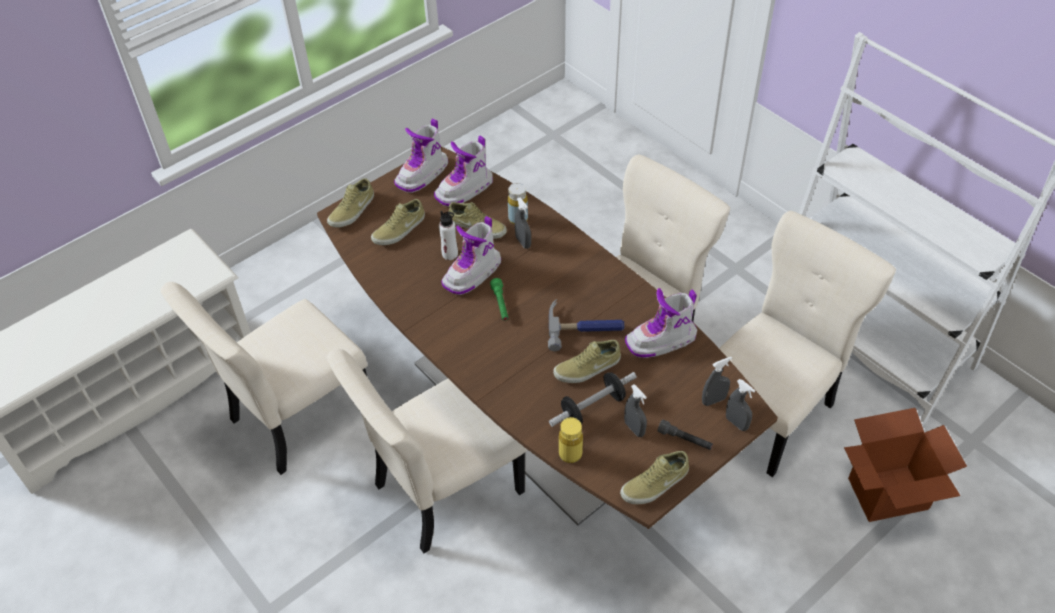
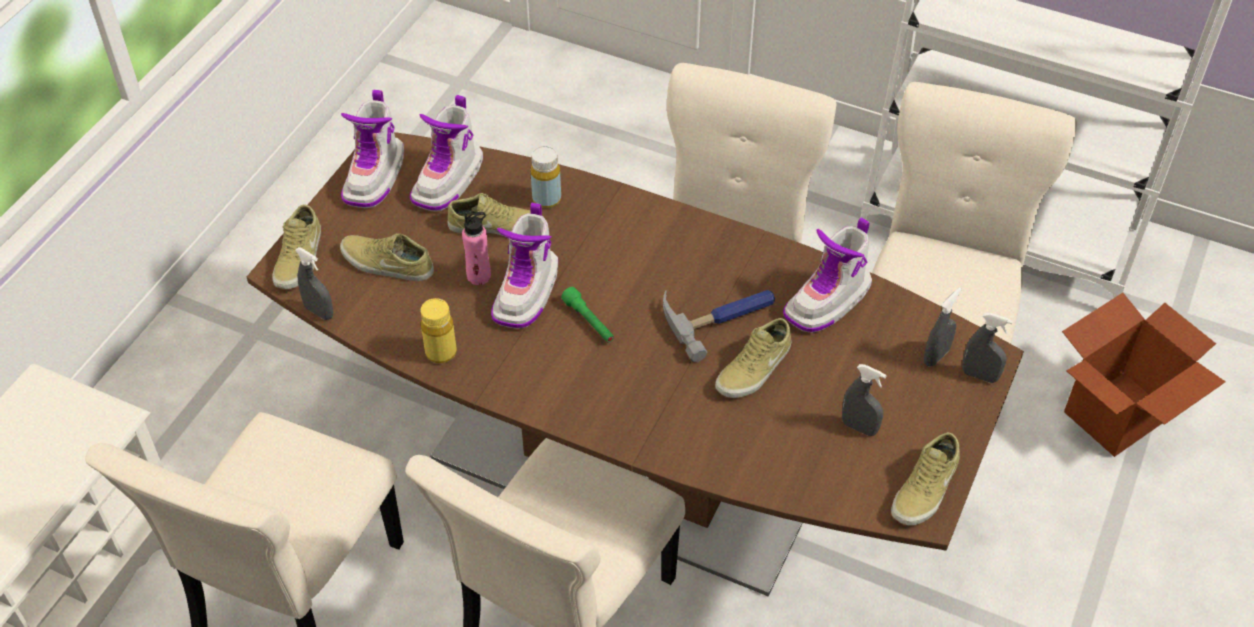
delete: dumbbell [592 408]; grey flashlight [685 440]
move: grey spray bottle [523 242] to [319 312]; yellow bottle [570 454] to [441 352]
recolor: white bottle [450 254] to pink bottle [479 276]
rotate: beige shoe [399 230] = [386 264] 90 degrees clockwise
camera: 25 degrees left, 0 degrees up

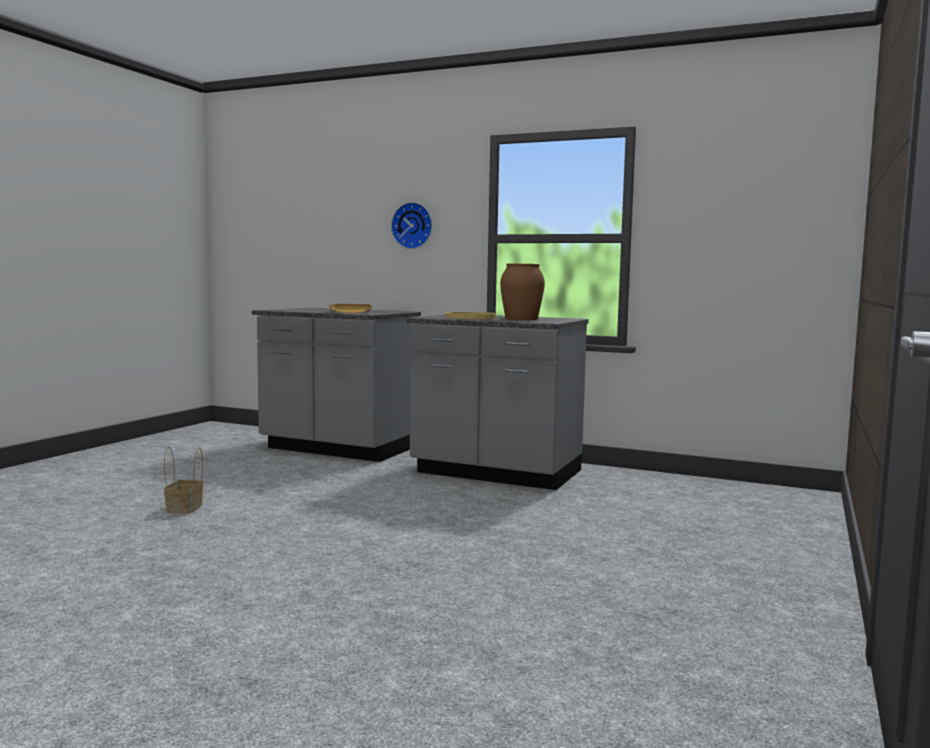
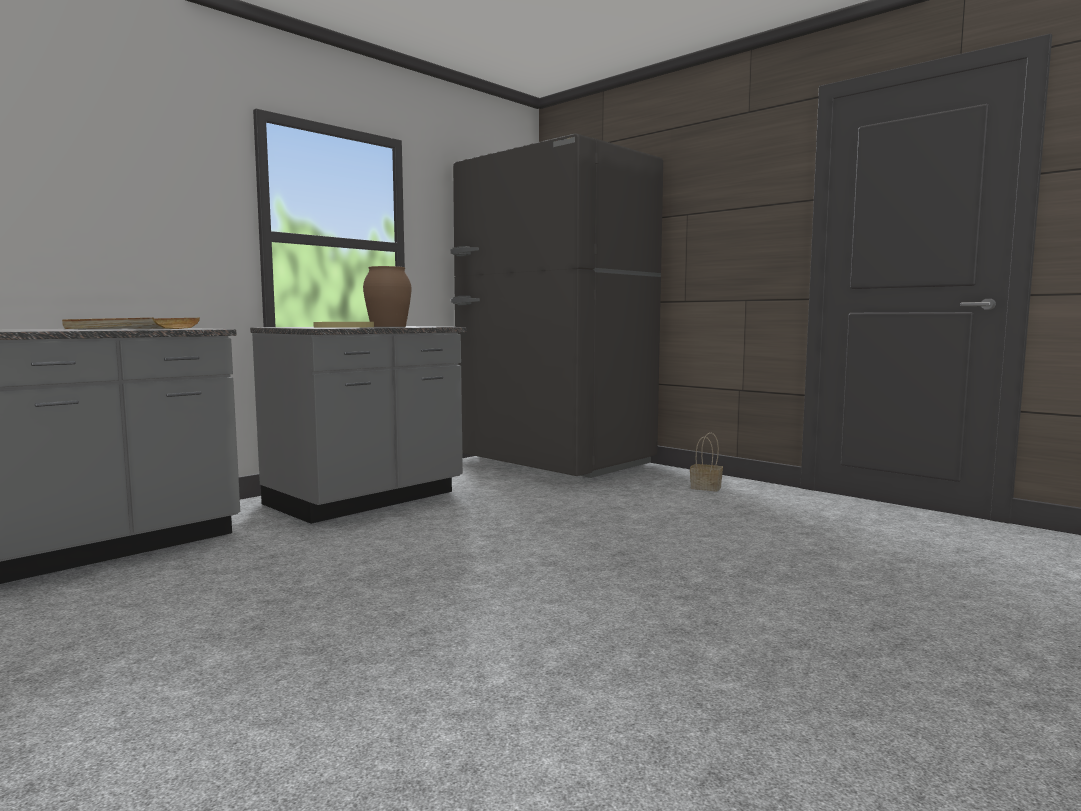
delete: wall clock [413 225]
insert: grey fridge [554 462]
move: basket [184 509] to [707 487]
camera: 70 degrees left, 0 degrees up

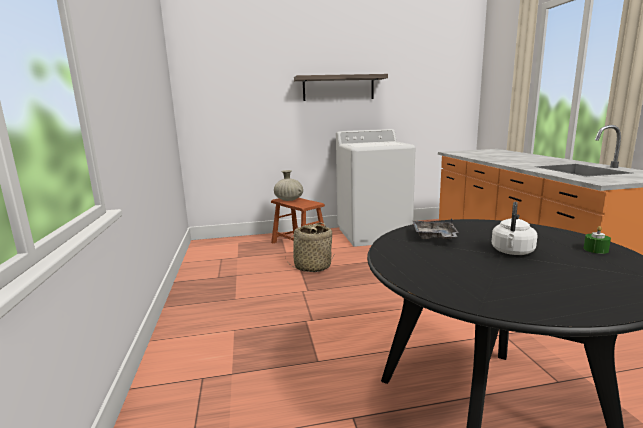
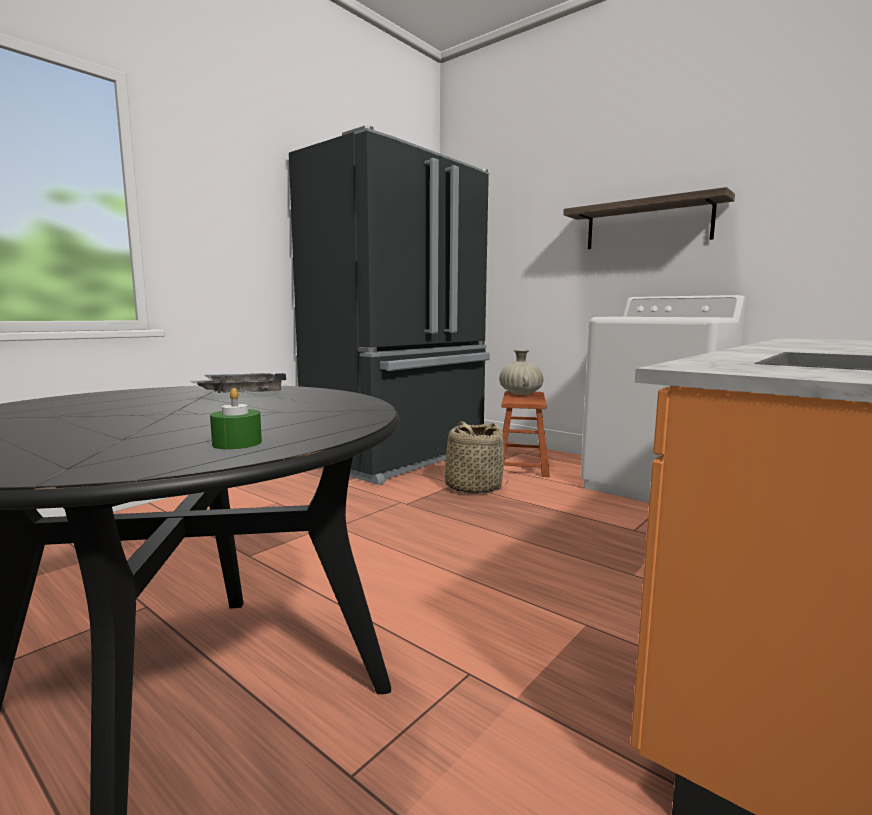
delete: white kettle [512 252]
insert: black fridge [401 457]
camera: 50 degrees right, 5 degrees down

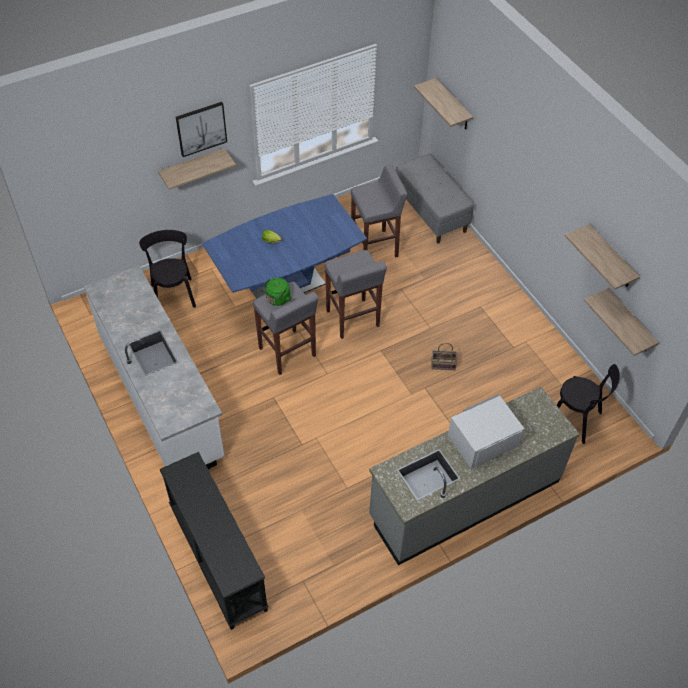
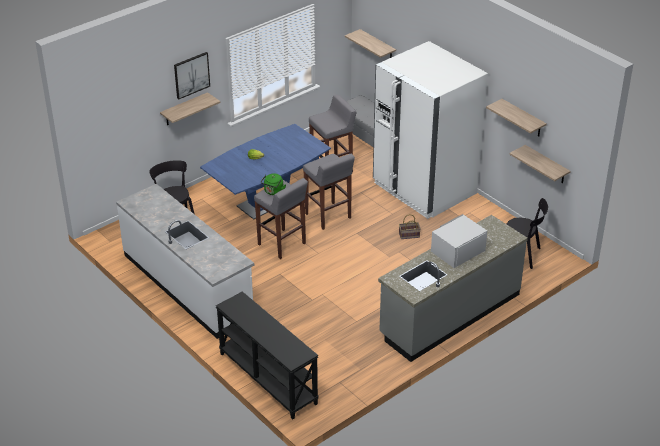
insert: white fridge [424 188]
camera: 10 degrees left, 15 degrees down

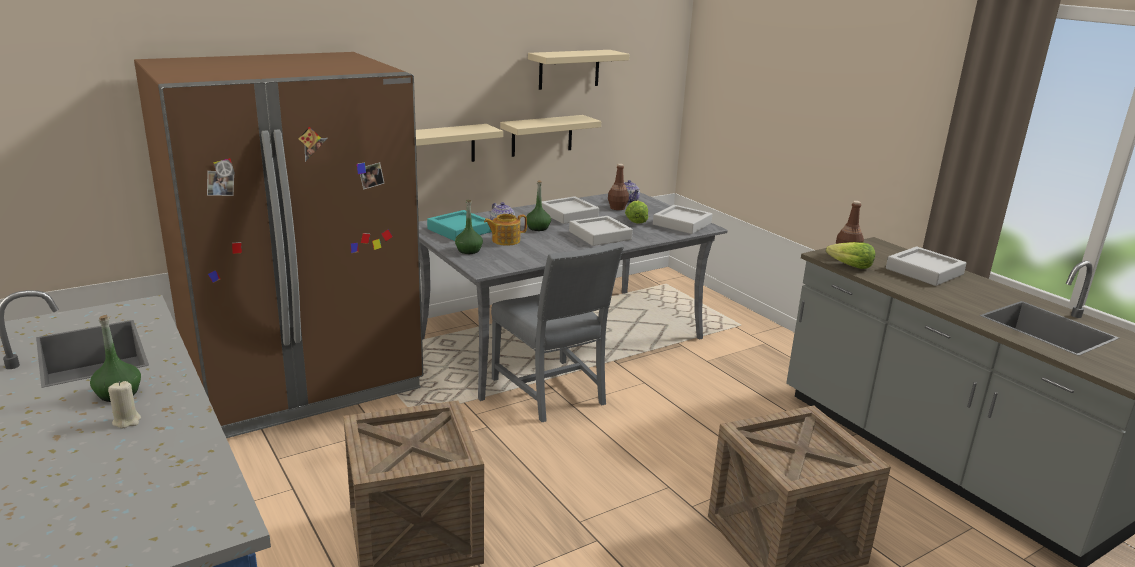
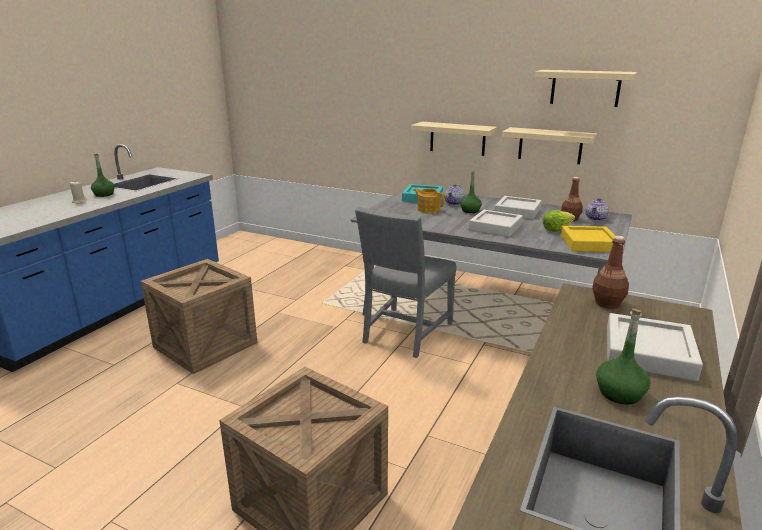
delete: brown fridge [303 382]; lettuce [850 266]
move: green bottle [468 250] to [619 393]
recolor: grey tray [682 224] to yellow tray [588 243]
camera: 60 degrees right, 0 degrees up

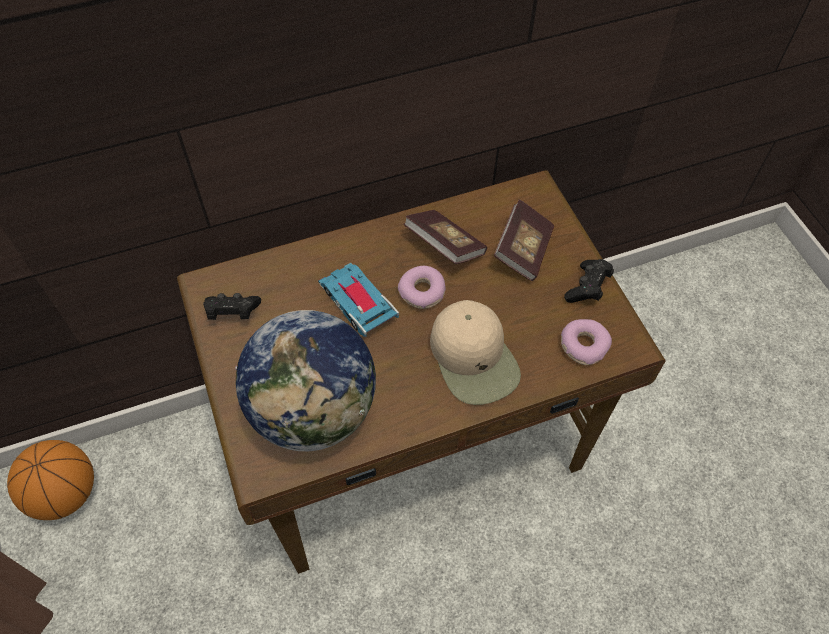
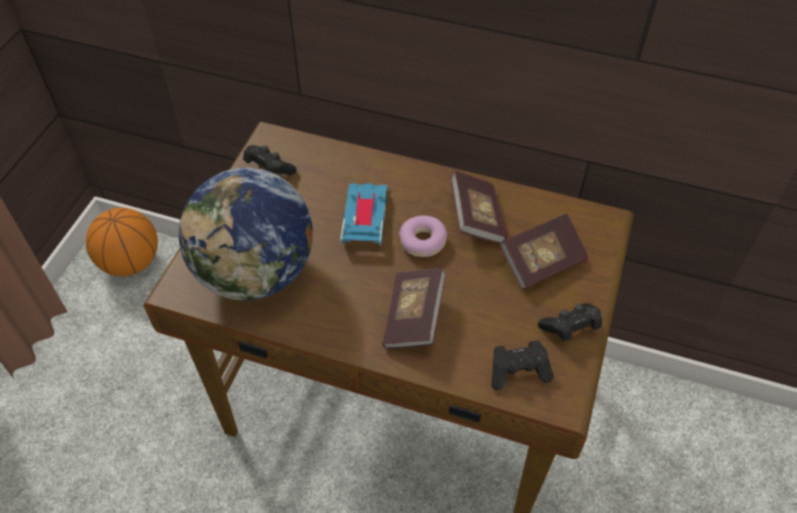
replace: beige cap [474 358] to book [413 318]; donut [583 345] to black game controller [518 371]
camera: 40 degrees right, 5 degrees down

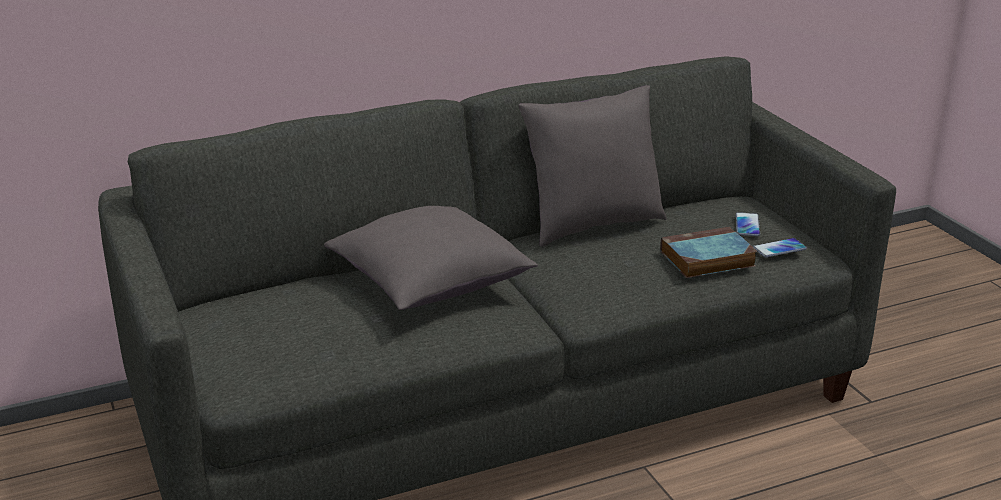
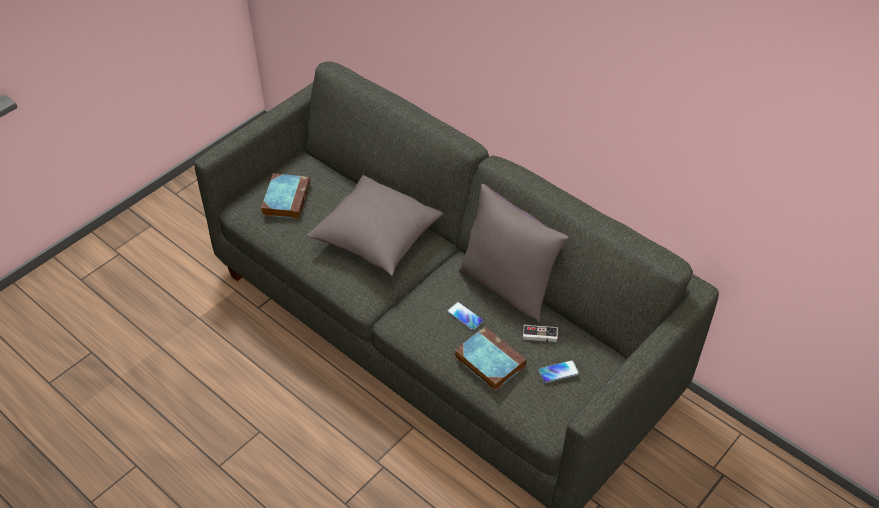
insert: book [286 198]; game controller [540 337]
move: phone [779 249] to [465 316]
camera: 65 degrees right, 20 degrees up

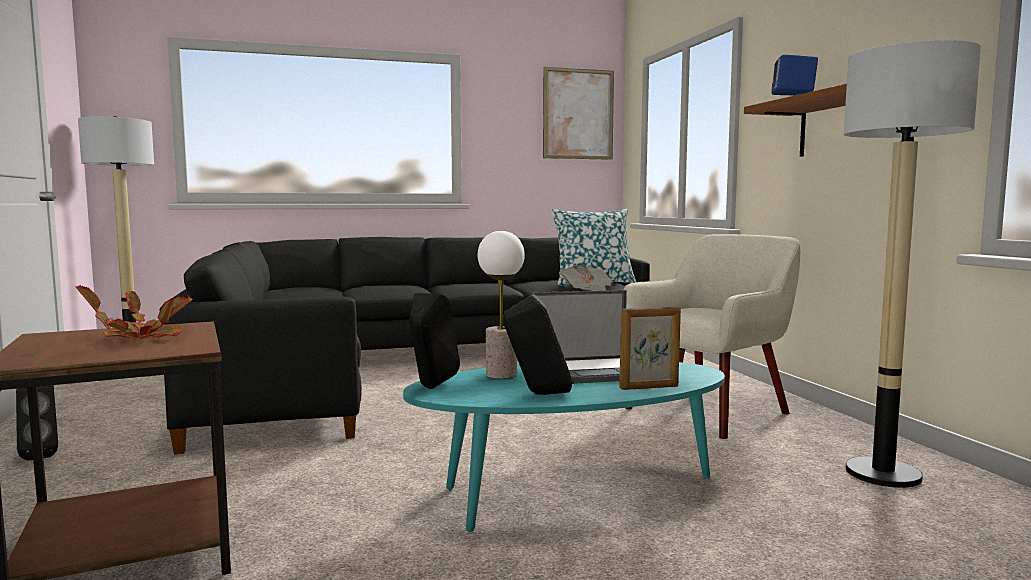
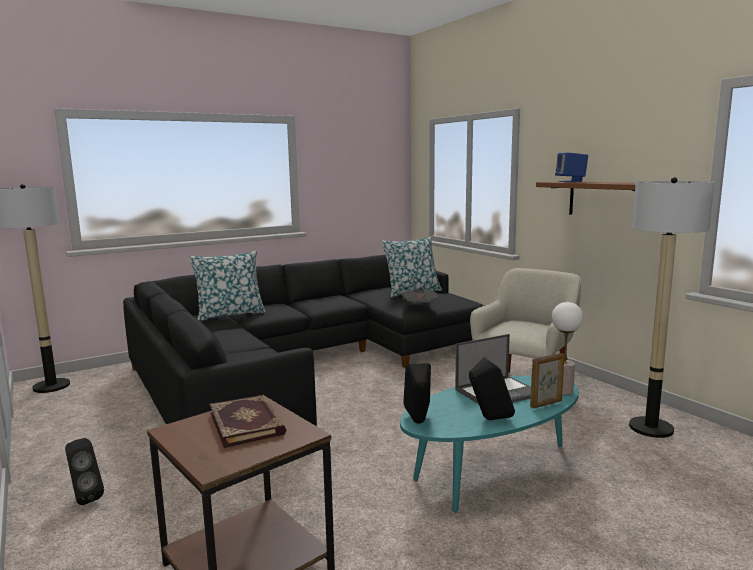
delete: picture [578 114]
insert: pillow [230 314]
move: table lamp [501 375] to [563 391]
replace: potted plant [143 337] to book [248 423]
camera: 15 degrees left, 5 degrees up

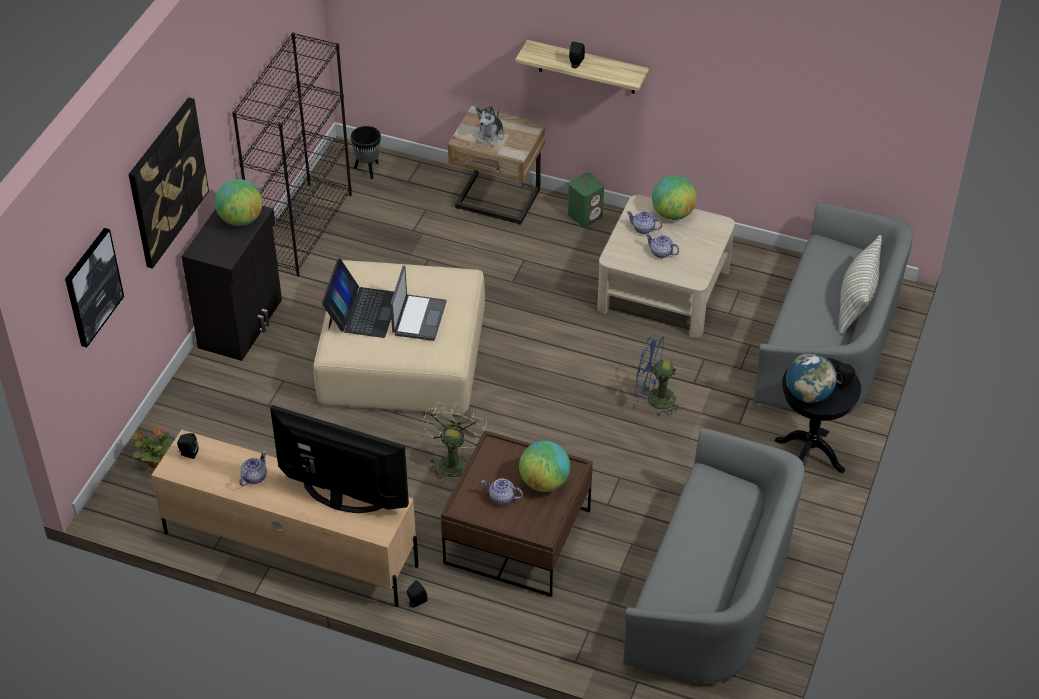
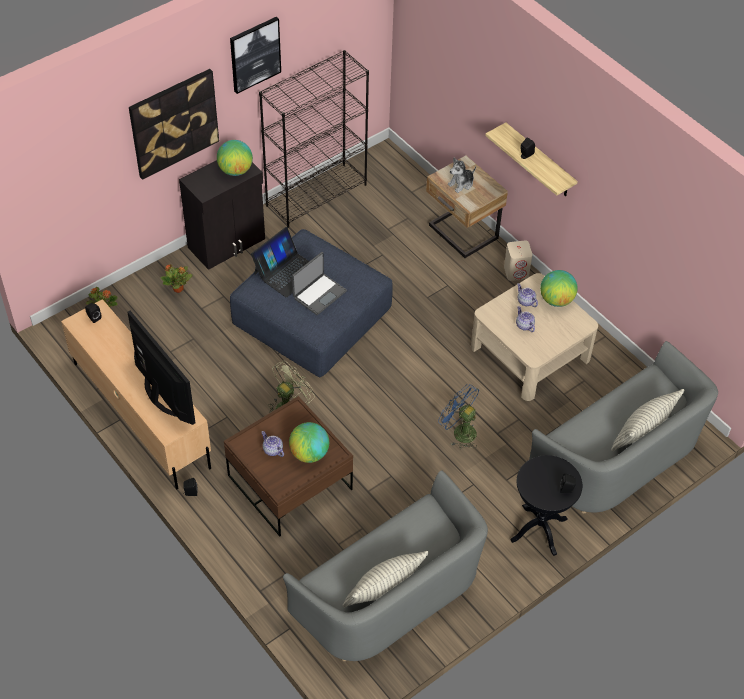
delete: teapot [254 476]; black planter [368 170]; globe [808 394]
insert: potted plant [178 289]; pillow [384 589]
move: picture [92 287] to [255 54]
recolor: beige ottoman [401 356] to blue ottoman [311 316]; green speaker [585 215] to beige speaker [516 272]
camera: 30 degrees right, 5 degrees up

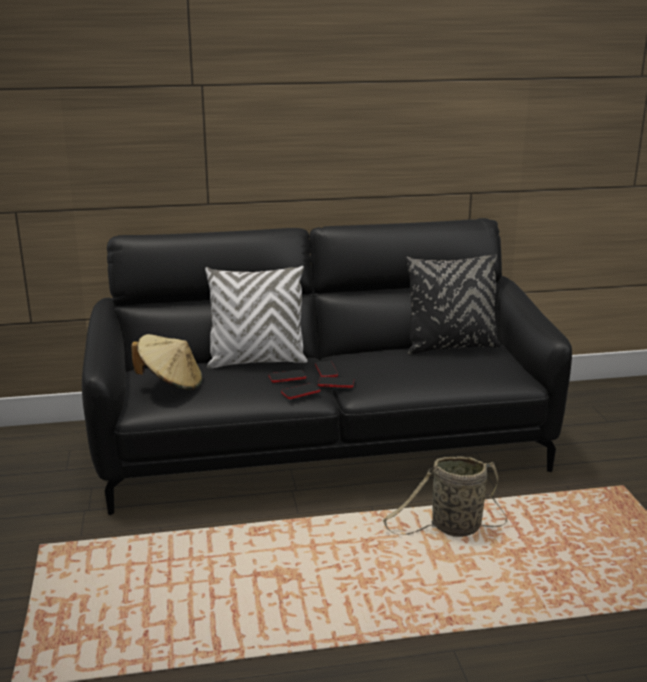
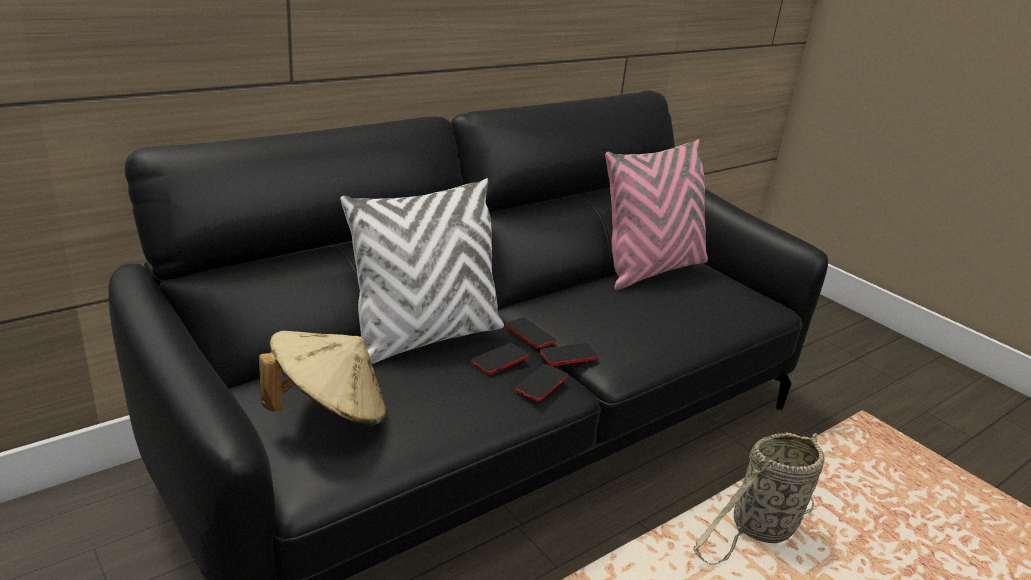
recolor: black pillow [450 347] to pink pillow [650 270]
camera: 30 degrees left, 5 degrees up

